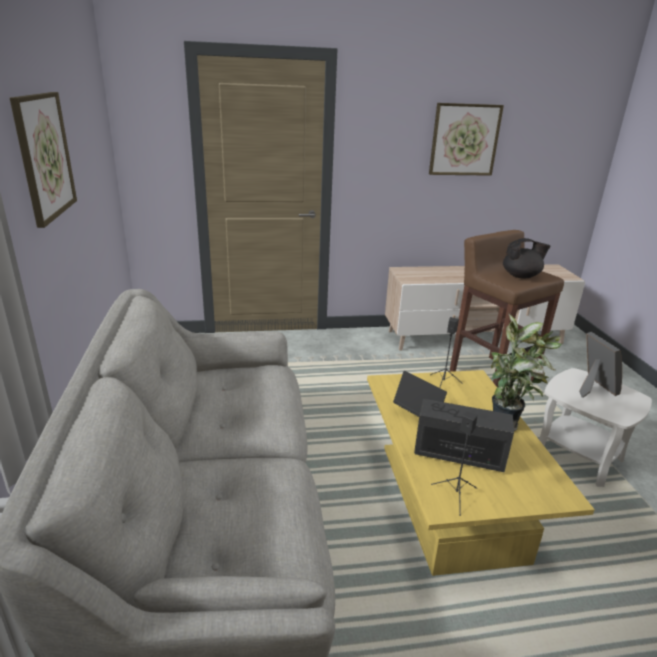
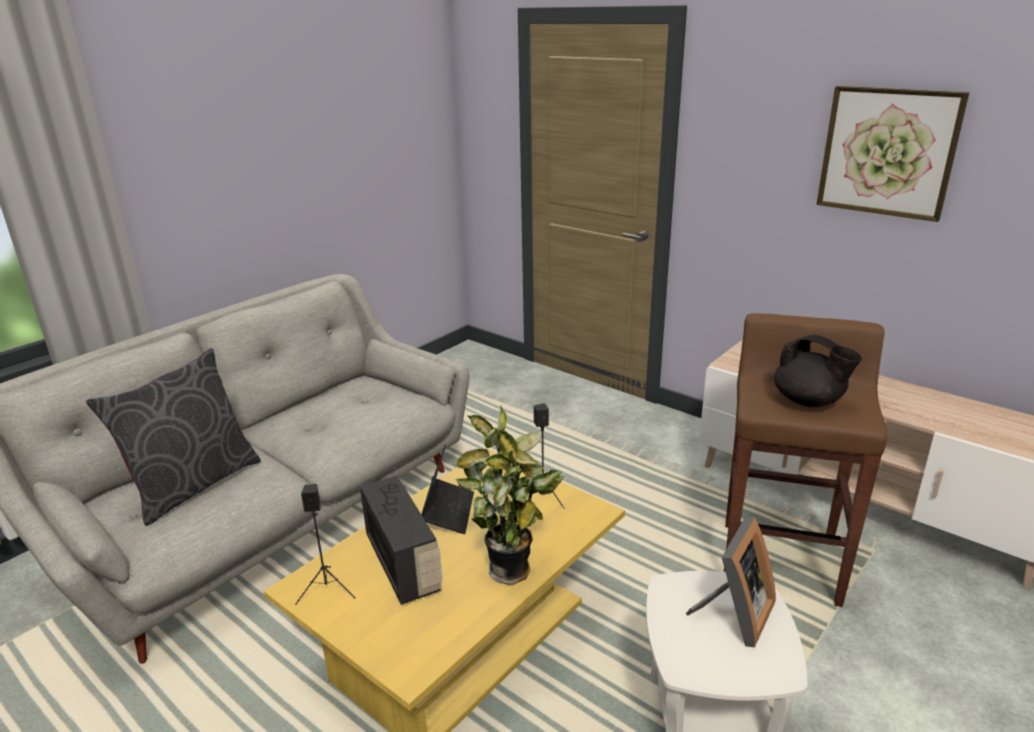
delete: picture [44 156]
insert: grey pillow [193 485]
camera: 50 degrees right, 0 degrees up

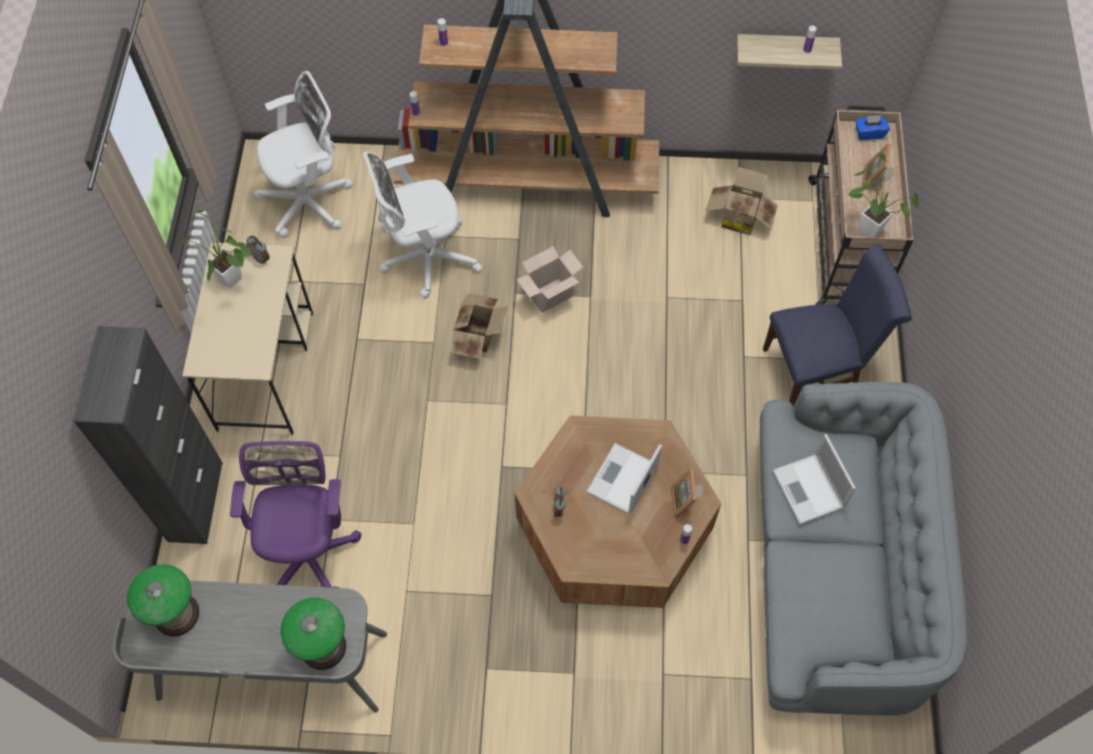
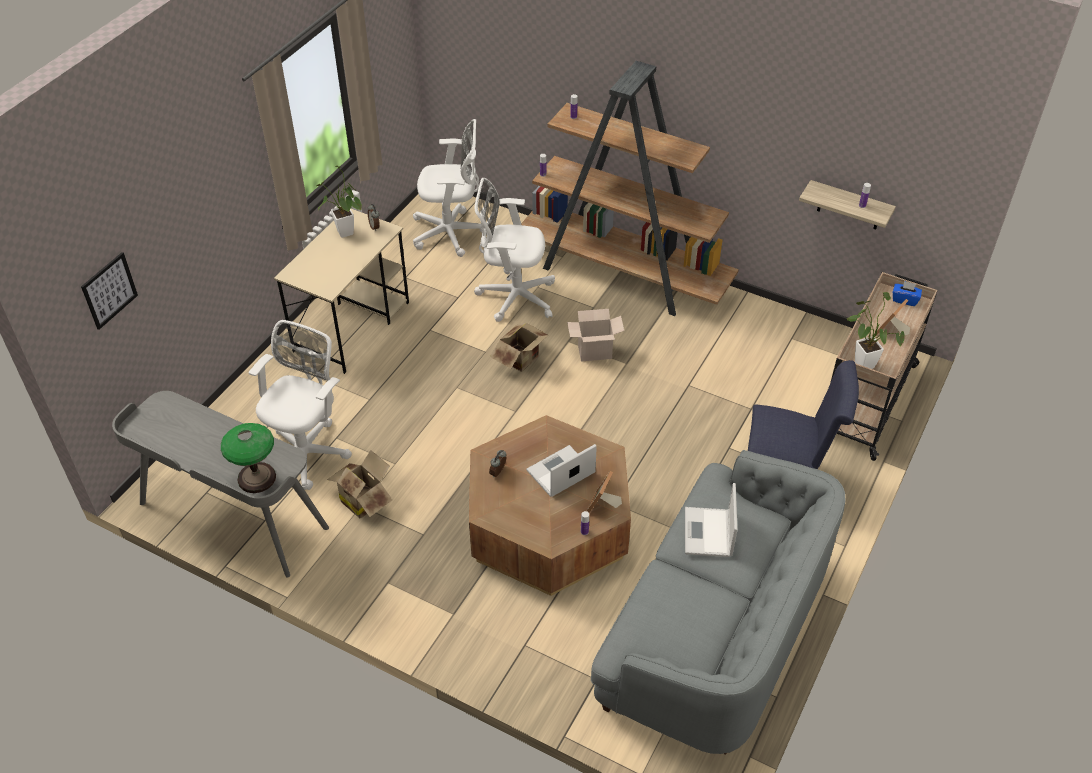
delete: black cabinet [195 502]; table lamp [176 613]
insert: picture [109 290]
move: cardboard box [739 217] to [364 499]
recolor: purple office chair [308 552] to white office chair [307 452]
camera: 25 degrees right, 15 degrees down

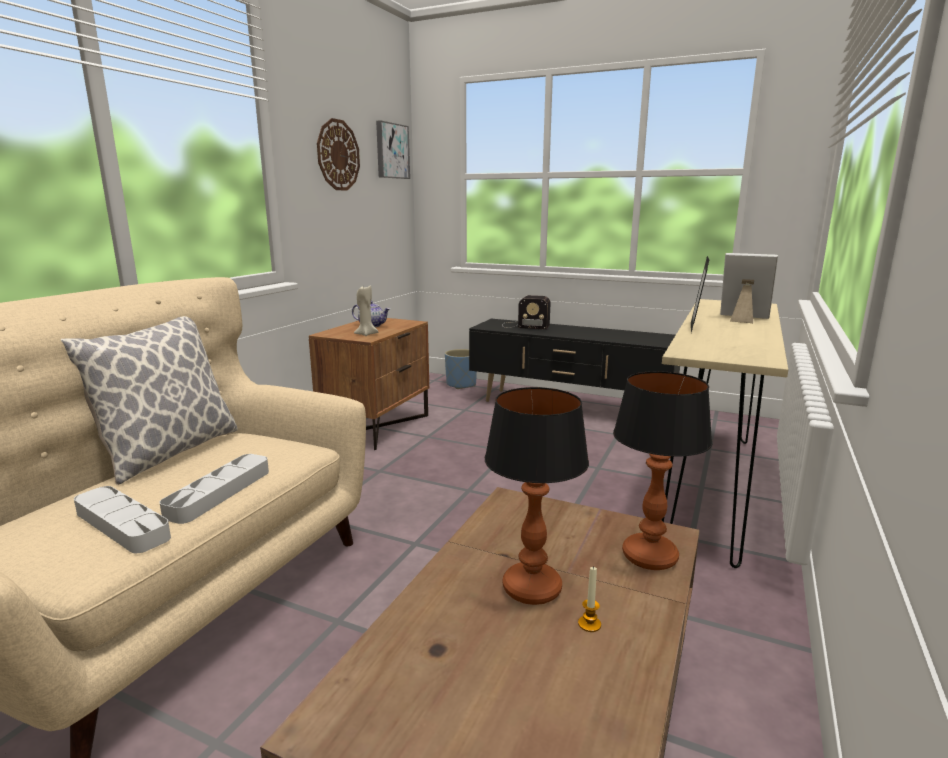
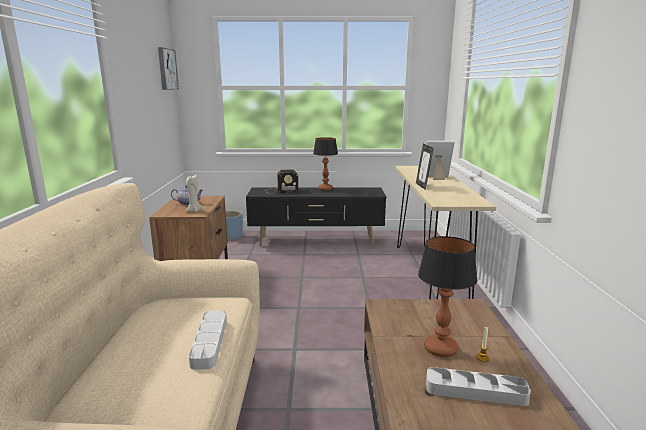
delete: pillow [169 452]; wall clock [338 155]
move: grey tray [122 525] to [475 391]; table lamp [649 556] to [325 189]
camera: 25 degrees left, 0 degrees up

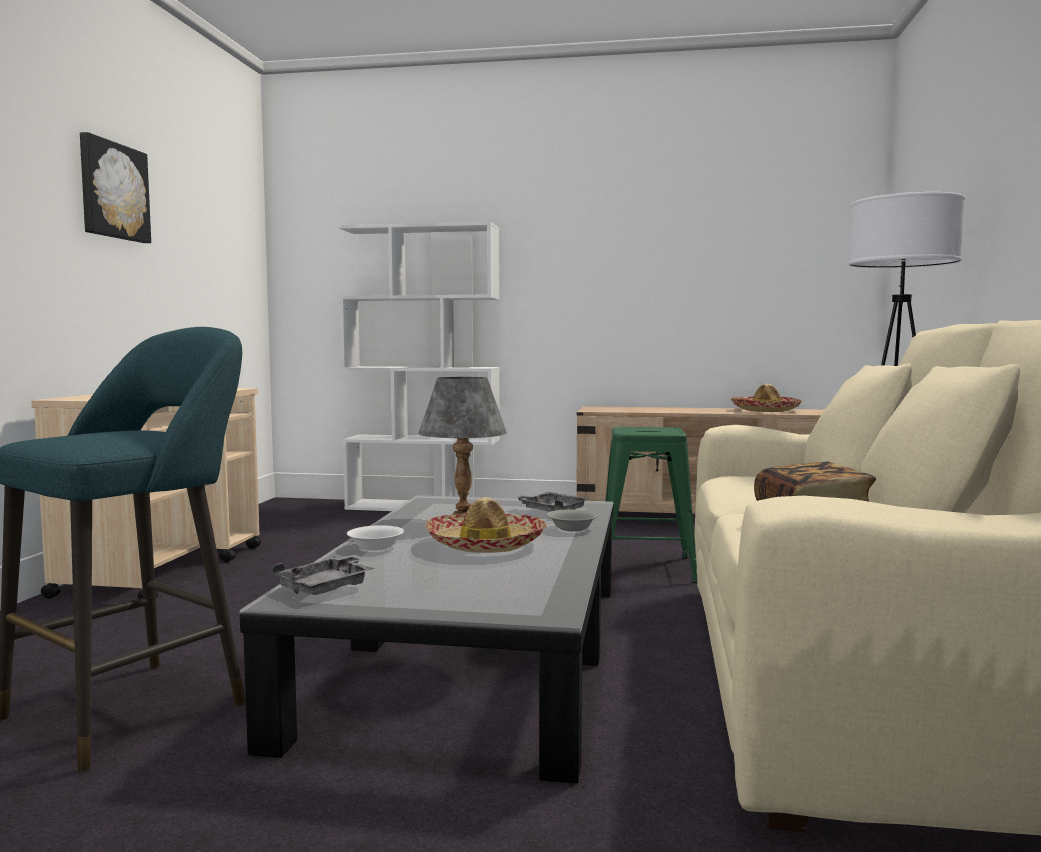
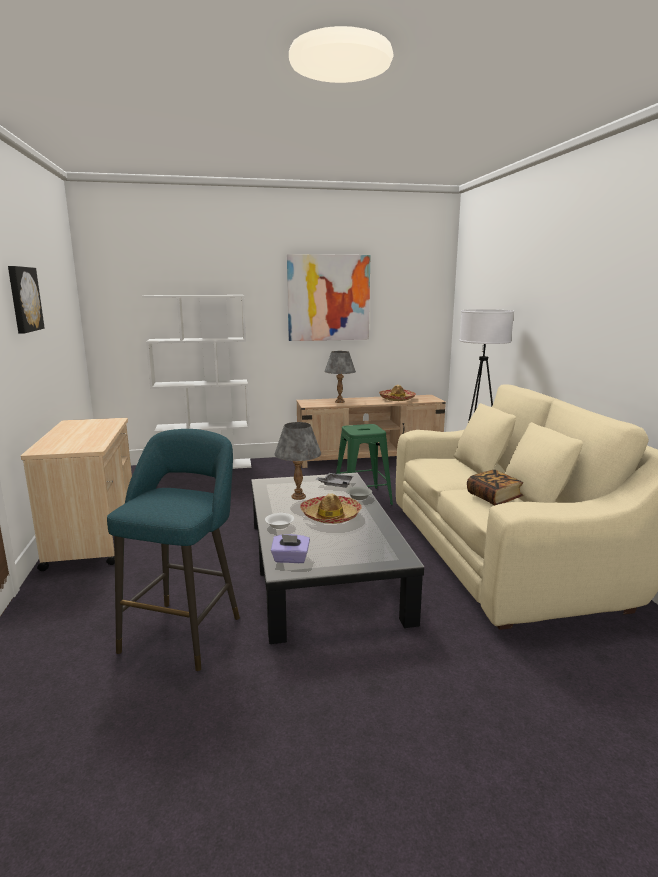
insert: picture [328 298]; grey table lamp [339 402]
replace: grey tray [327 587] to purple tissue box [290 559]
camera: 20 degrees left, 10 degrees up

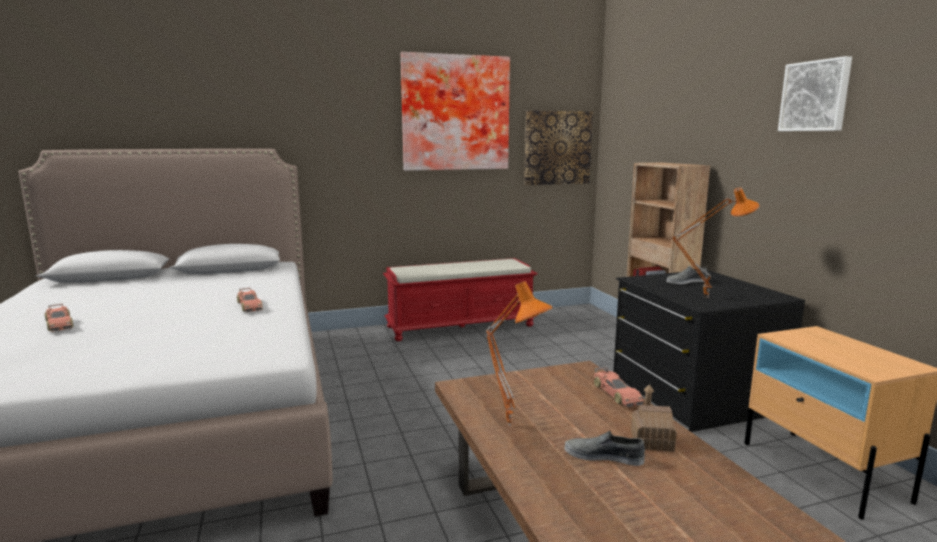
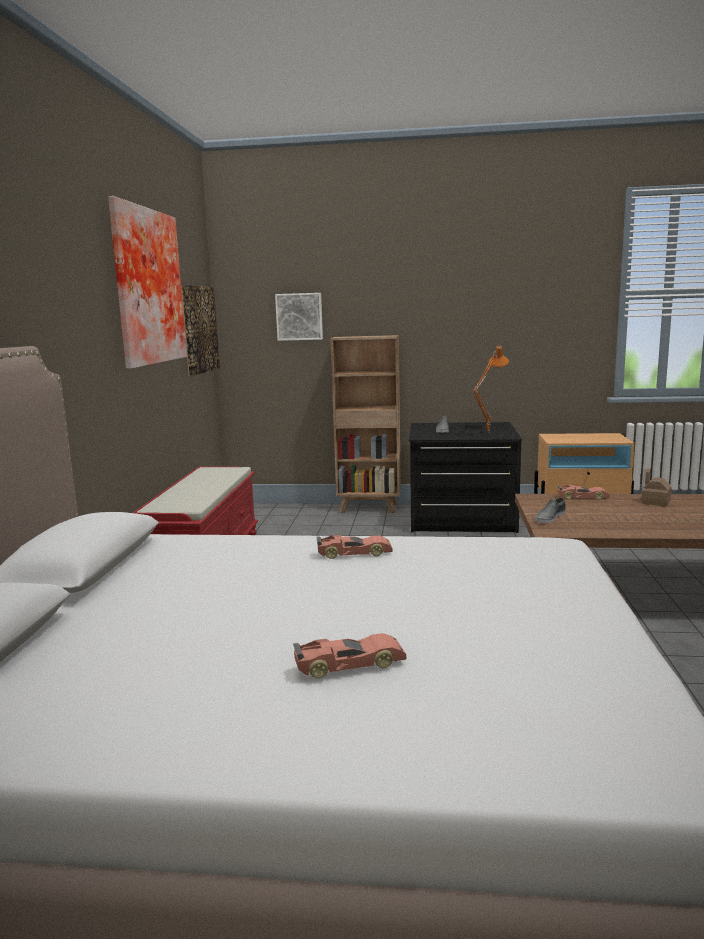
delete: orange table lamp [512 425]
move: grey shoe [603 456] to [550 517]; picture [815 96] to [299 316]
camera: 65 degrees left, 0 degrees up

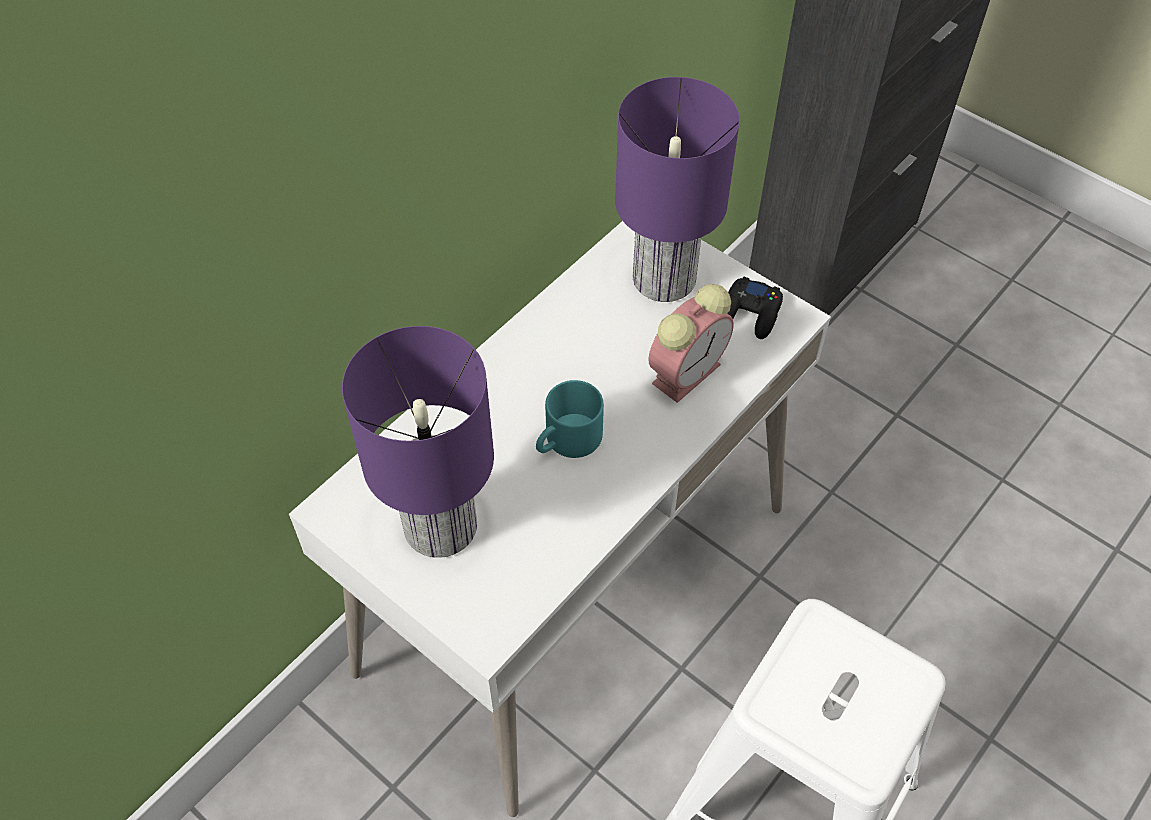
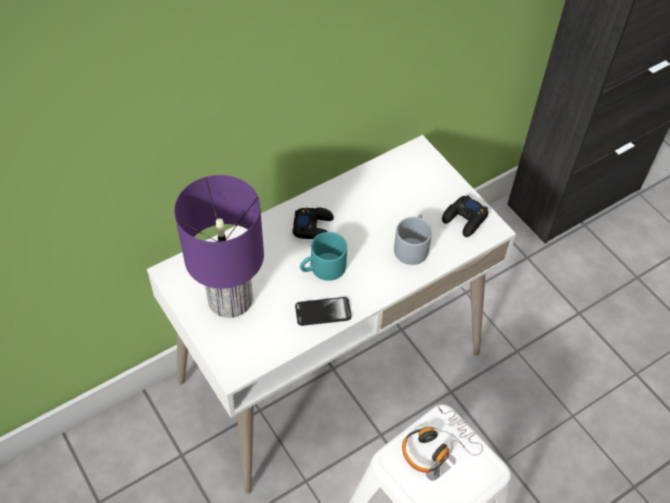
delete: purple table lamp [662 280]
insert: black game controller [314 227]; phone [323 312]; headphones [437 446]
replace: alarm clock [687 371] to grey mug [412 245]
camera: 15 degrees right, 0 degrees up

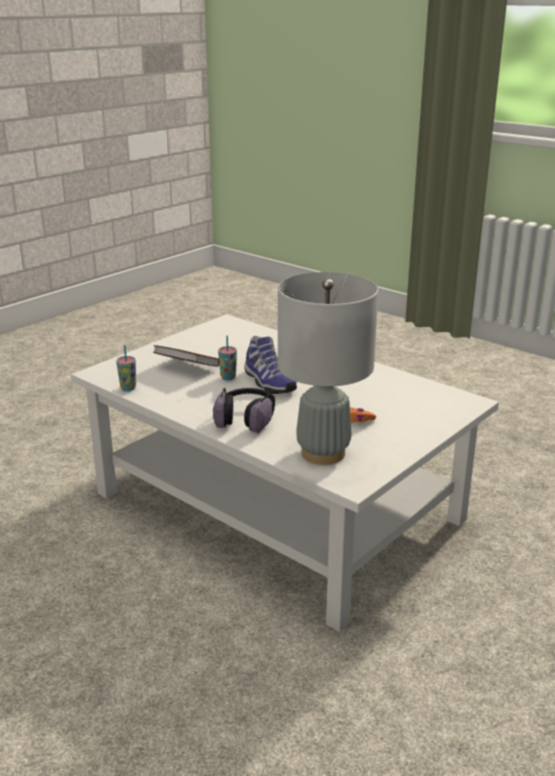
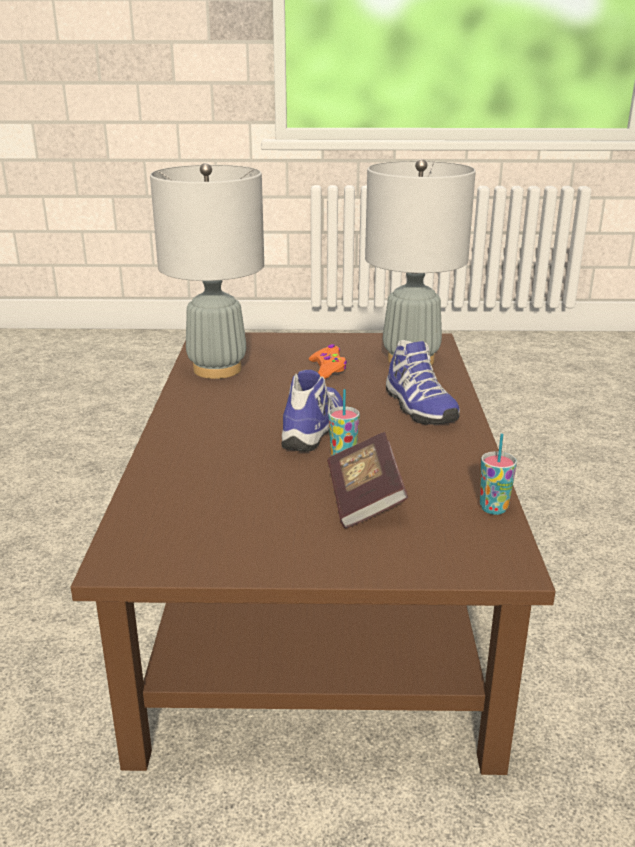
insert: grey table lamp [217 369]
replace: headphones [246 419] to shoe [417 408]
recolor: white coffee table [278 506] to brown coffee table [315 591]
camera: 130 degrees left, 0 degrees up

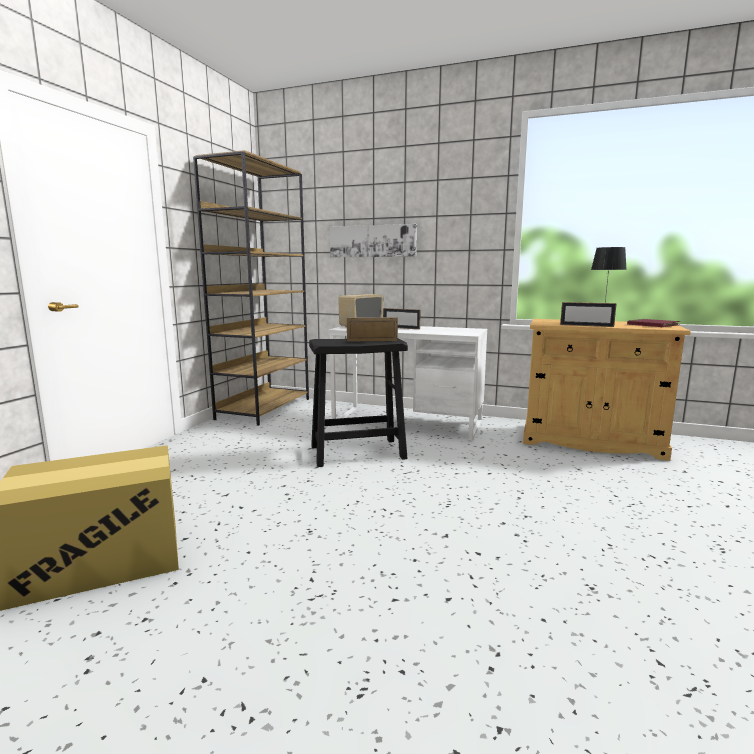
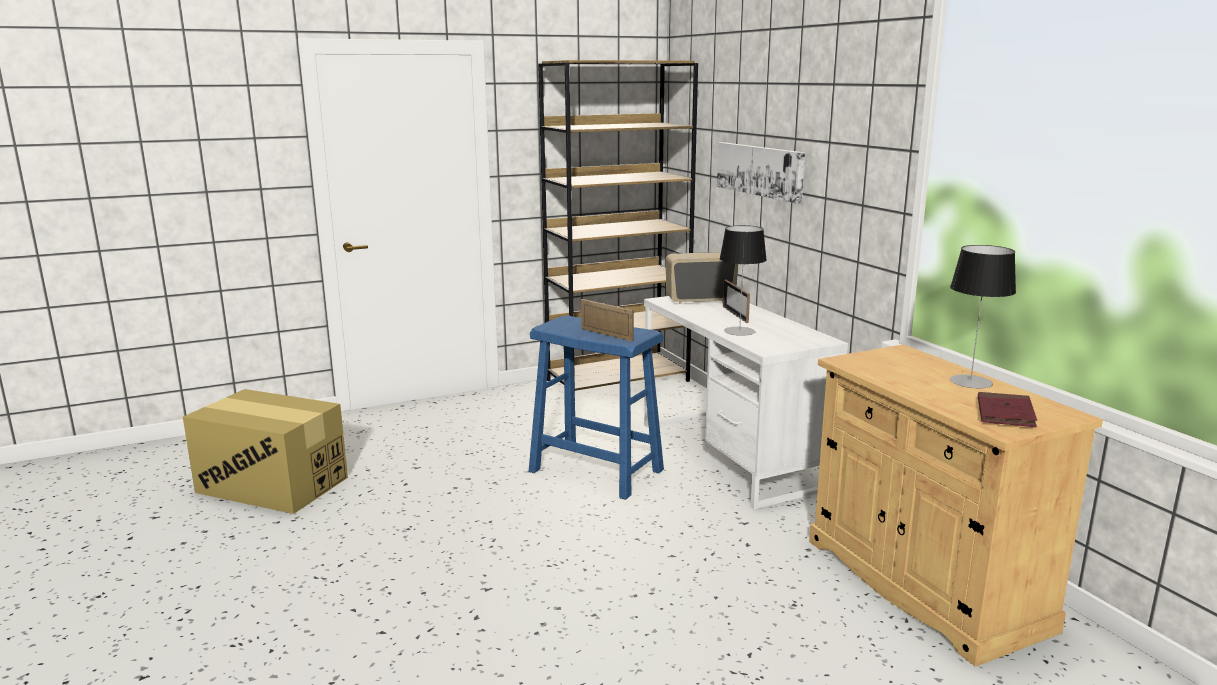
delete: picture frame [586 325]
insert: table lamp [739 331]
recolor: black stool [357 452] to blue stool [595 470]
camera: 45 degrees right, 5 degrees up

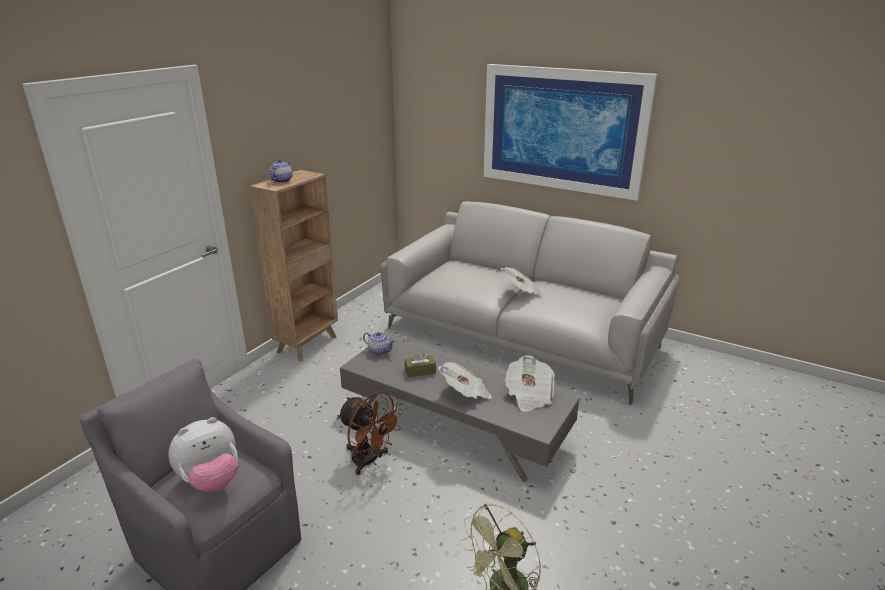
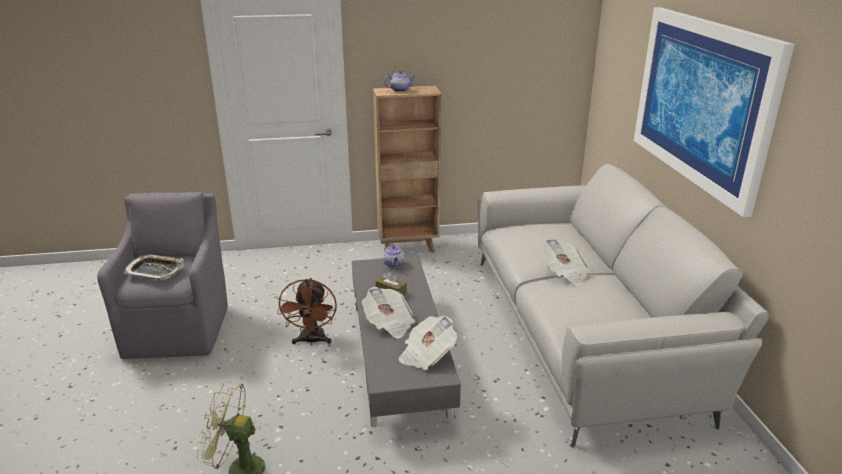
replace: plush toy [211 481] to tray [155 271]
camera: 50 degrees right, 0 degrees up

